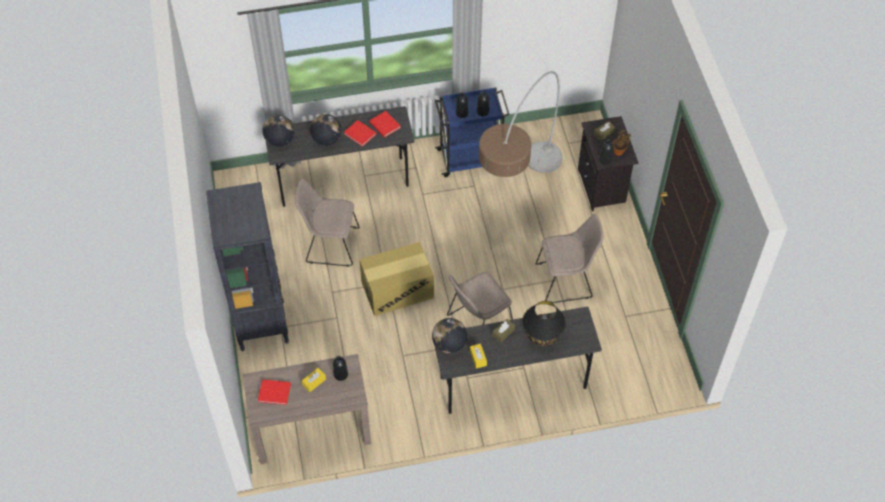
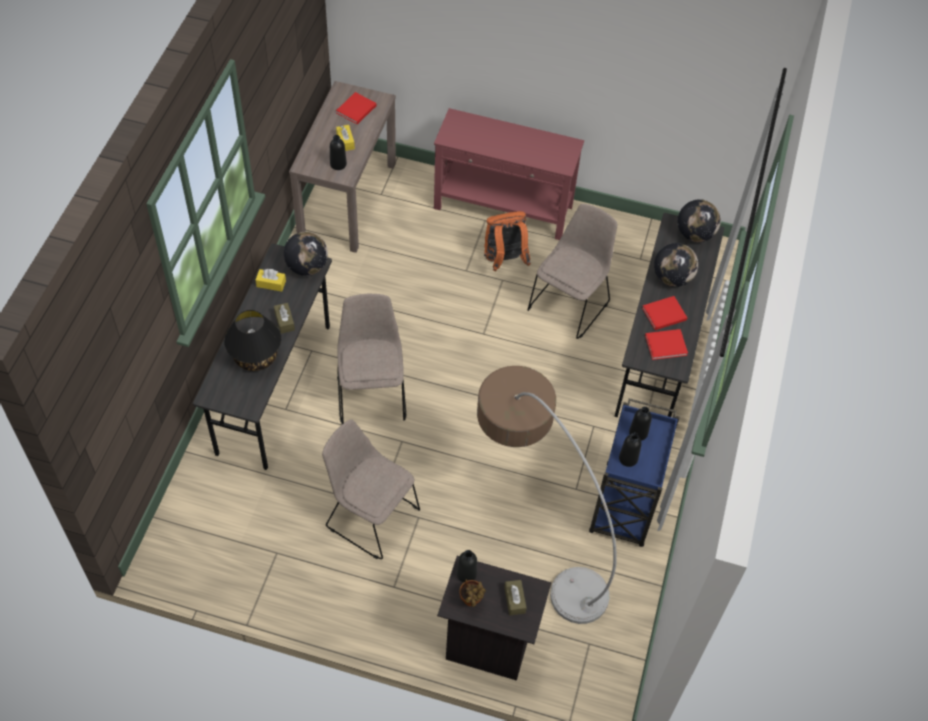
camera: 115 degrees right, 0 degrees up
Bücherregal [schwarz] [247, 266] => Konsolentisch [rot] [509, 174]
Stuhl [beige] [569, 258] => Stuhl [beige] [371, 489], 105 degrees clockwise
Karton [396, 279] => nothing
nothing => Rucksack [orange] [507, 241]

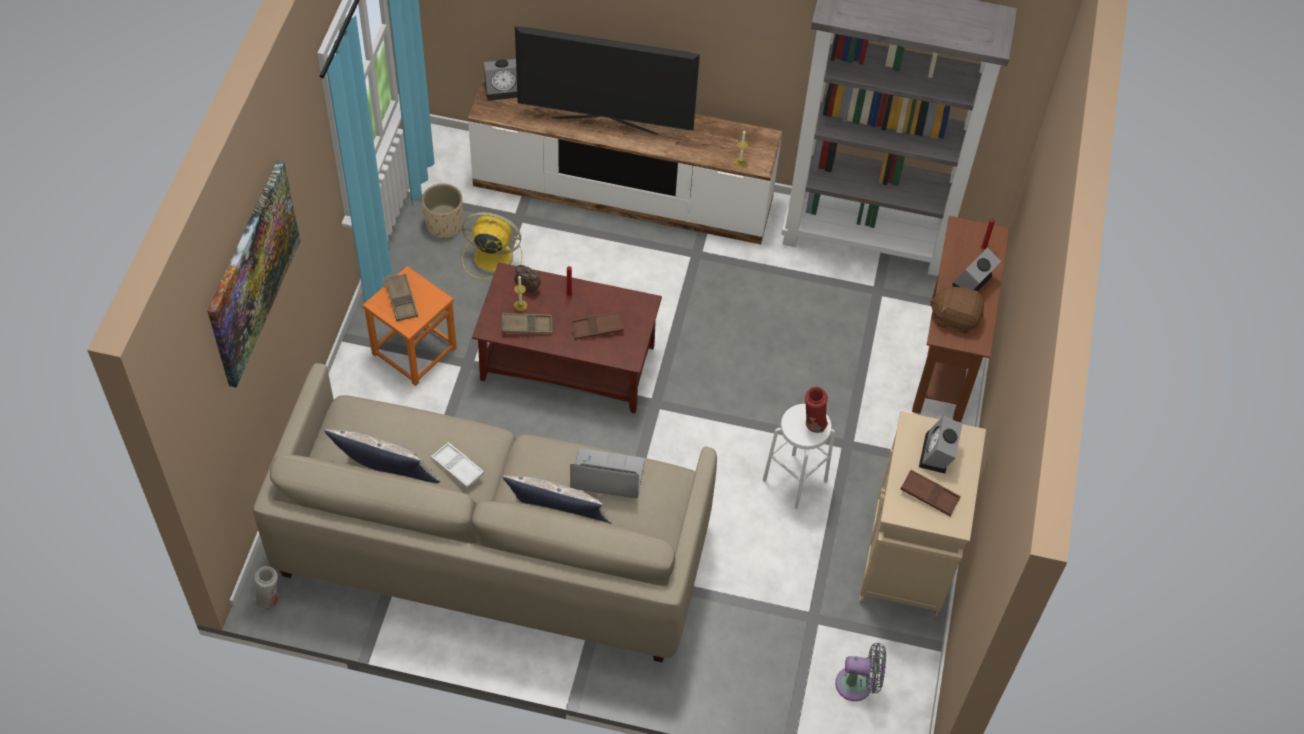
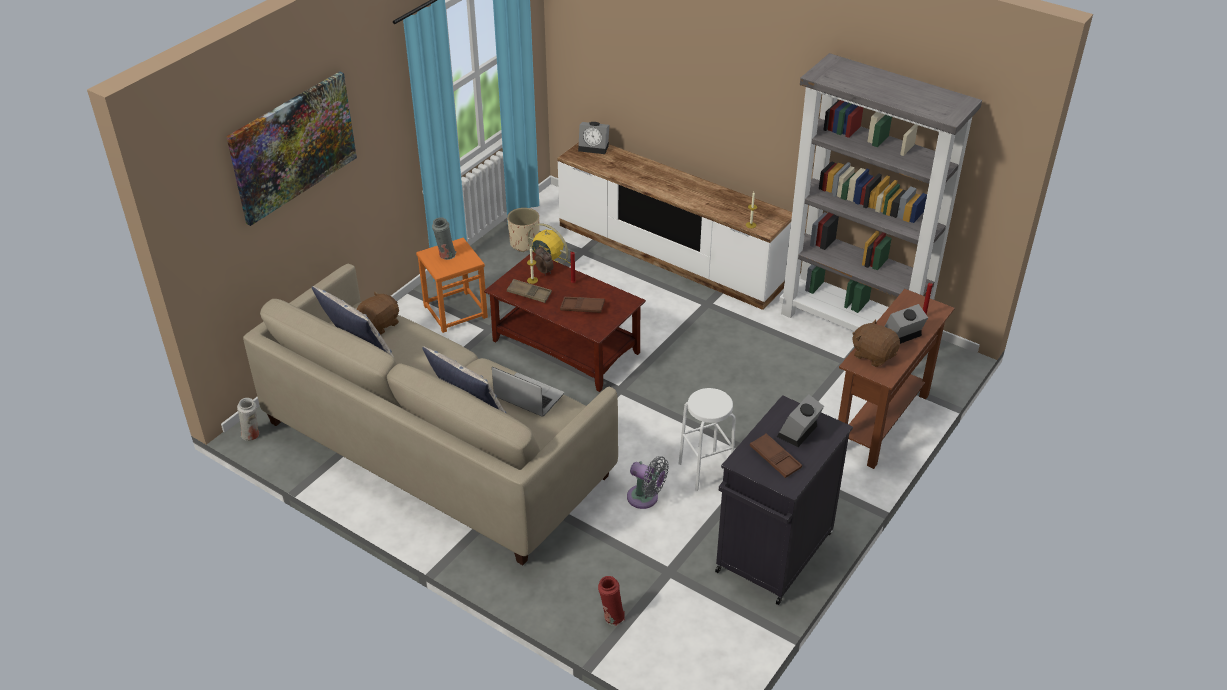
camera: 25 degrees right, 15 degrees down
Fernseher [607, 80] => nothing
Tablett [braun] [401, 297] => Vase [grau] [444, 238]
Vase [rot] [816, 410] => Vase [rot] [611, 601], move
Schrank [beige] [923, 515] => Schrank [schwarz] [784, 500]
Tablett [weiß] [457, 465] => nothing
Ventilator [grau] [860, 672] => Ventilator [grau] [648, 482], move
nothing => Plüschtier [braun] [378, 313]

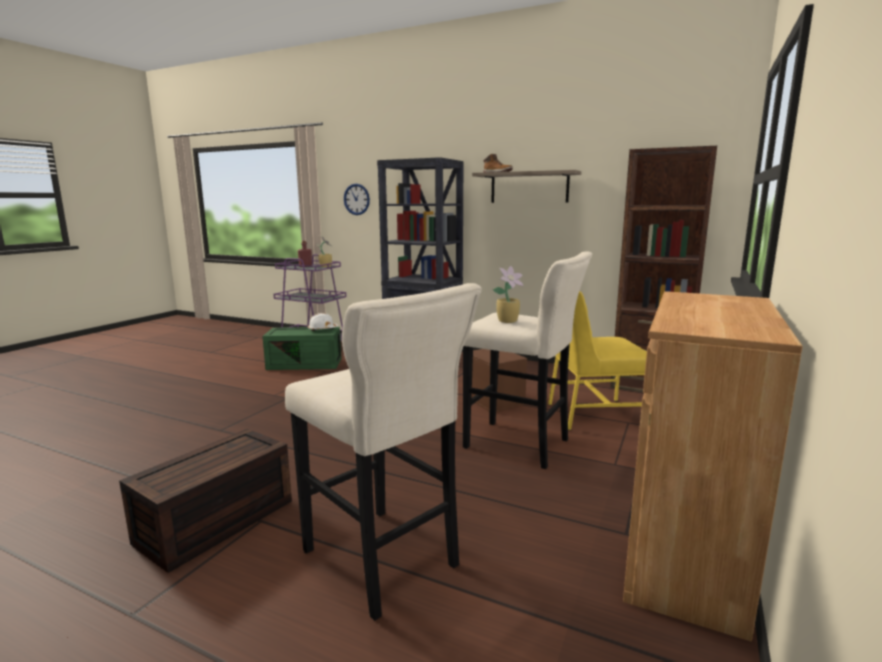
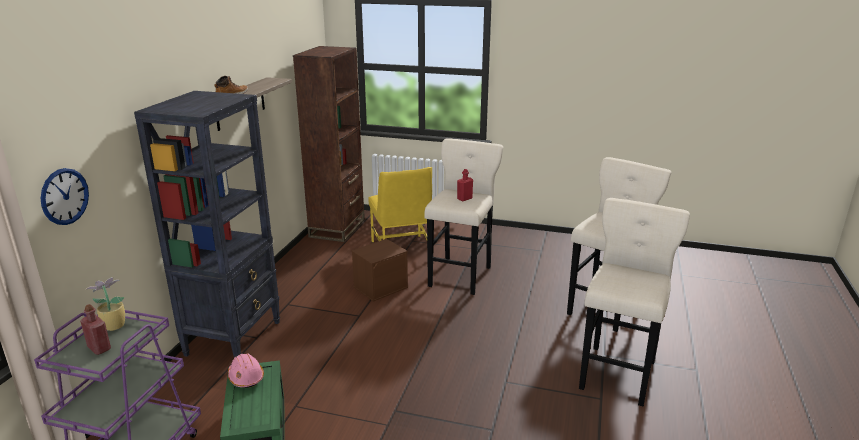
camera: 100 degrees left, 10 degrees up
Topfpflanze [508, 294] => Flasche [rot] [465, 185]
Schrank [braun] [713, 466] => nothing
Schutzhelm [weiß] [323, 322] => Schutzhelm [rosa] [246, 370]
Aufbewahrungsbox [braun] [205, 501] => Hocker [beige] [634, 302]

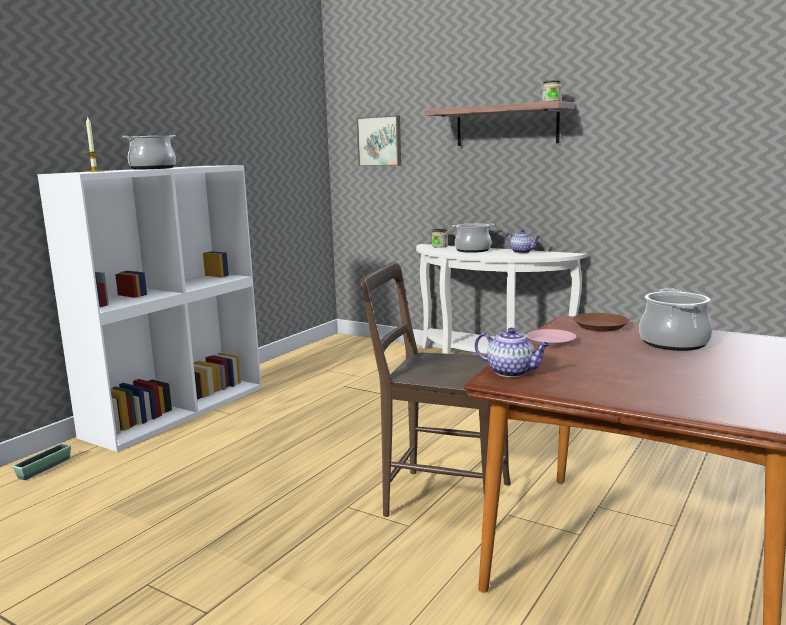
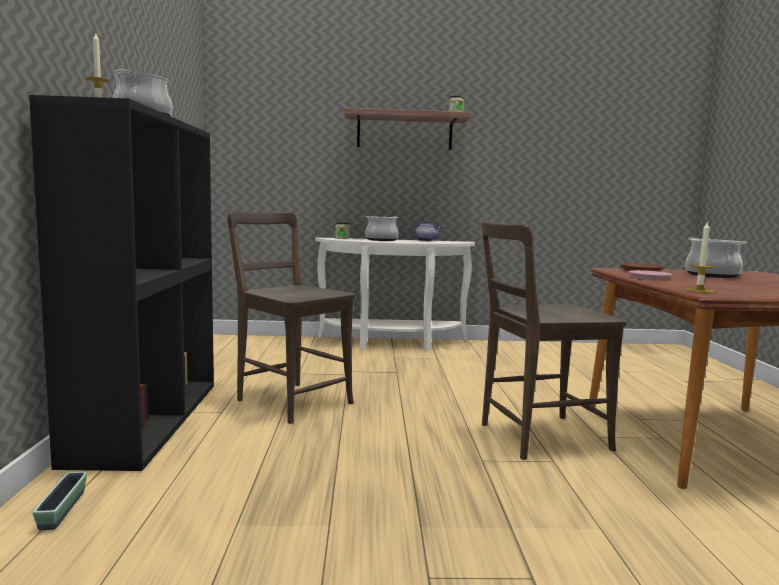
camera: 35 degrees left, 5 degrees down
Bild [378, 140] => nothing
Bücherregal [weiß] [149, 308] => Bücherregal [schwarz] [121, 283]
Teekanne [512, 352] => Kerze [700, 257]
nothing => Stuhl [braun] [291, 317]

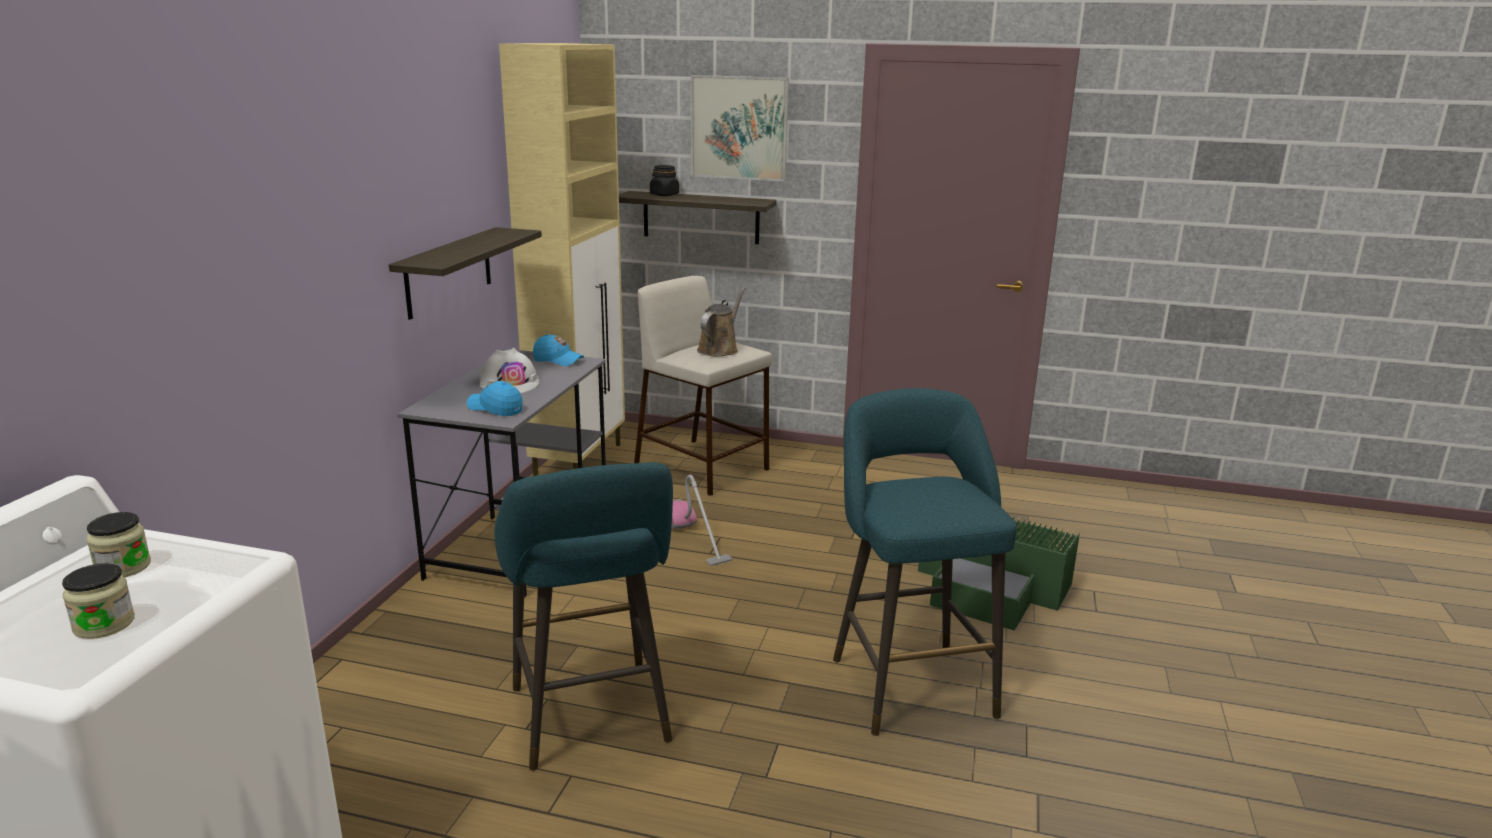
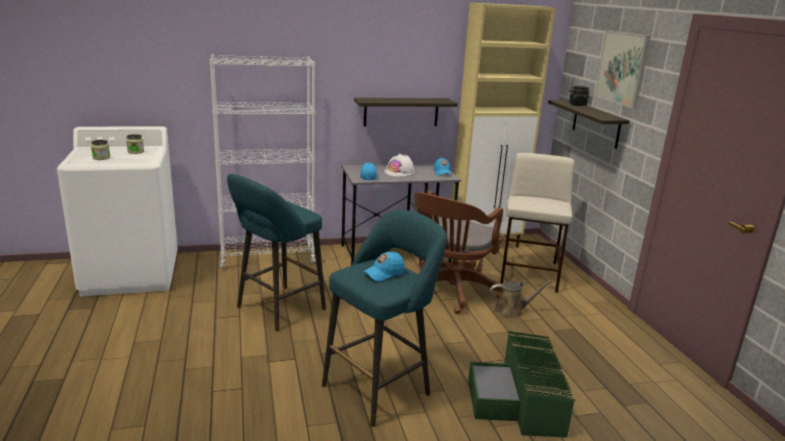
camera: 60 degrees right, 0 degrees up
Gießkanne [braun] [721, 322] => Gießkanne [braun] [521, 299], move
Staubsauger [702, 520] => Bürostuhl [braun] [458, 252]
nothing => Bücherregal [weiß] [262, 161]
nothing => Kappe [blau] [384, 266]

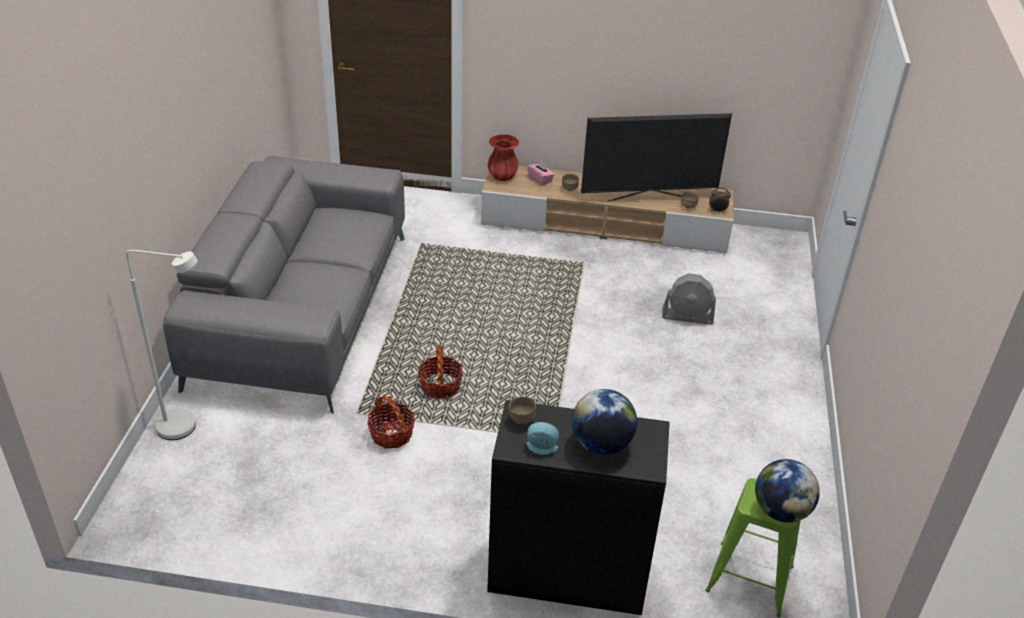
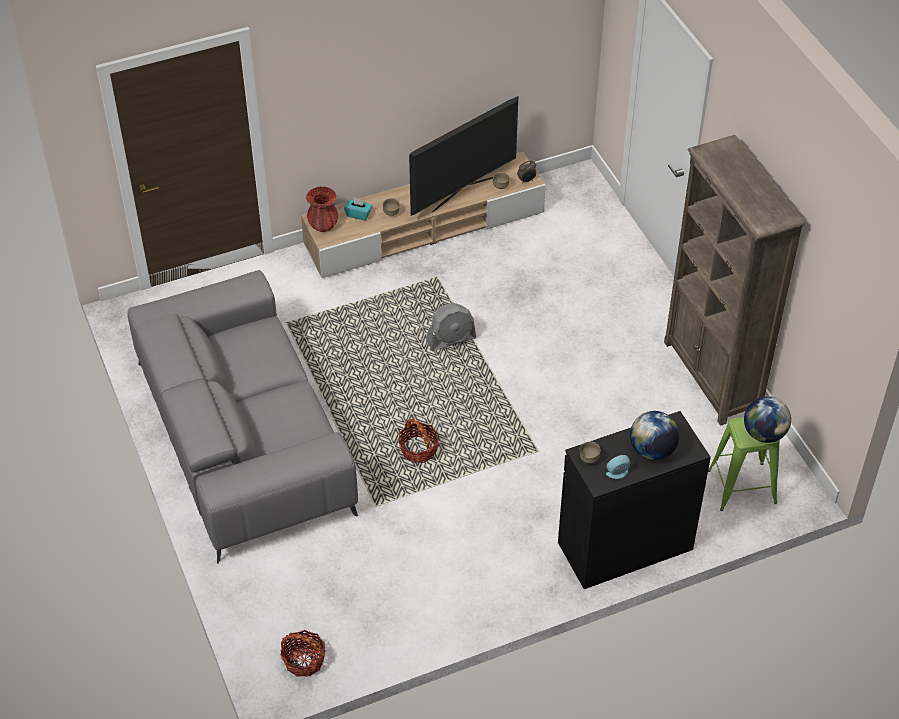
camera: 30 degrees left, 10 degrees up
Taschentuchbox [rosa] [541, 173] => Taschentuchbox [türkis] [358, 208]
Stehlampe [weiß] [162, 345] => nothing
Ventilator [grau] [689, 299] => Ventilator [grau] [451, 326], move
Korb [391, 421] => Korb [302, 653], move
nothing => Bücherregal [braun] [734, 280]

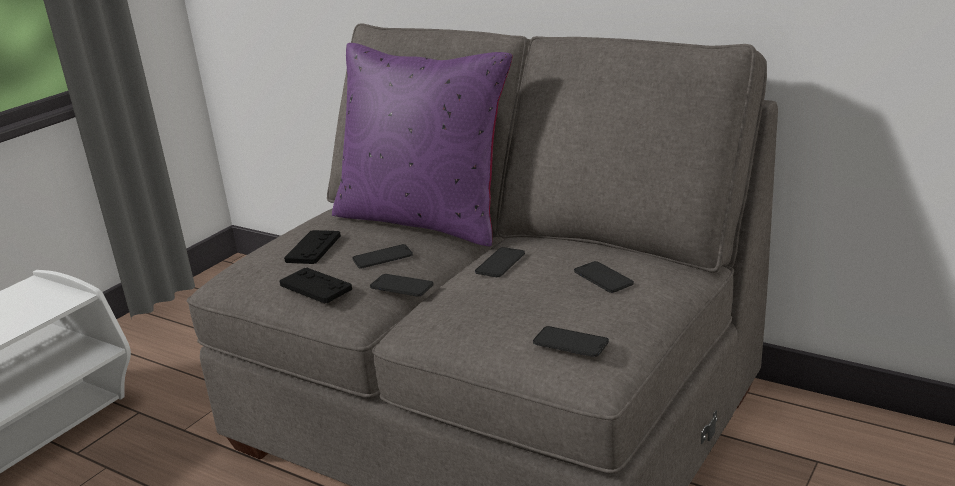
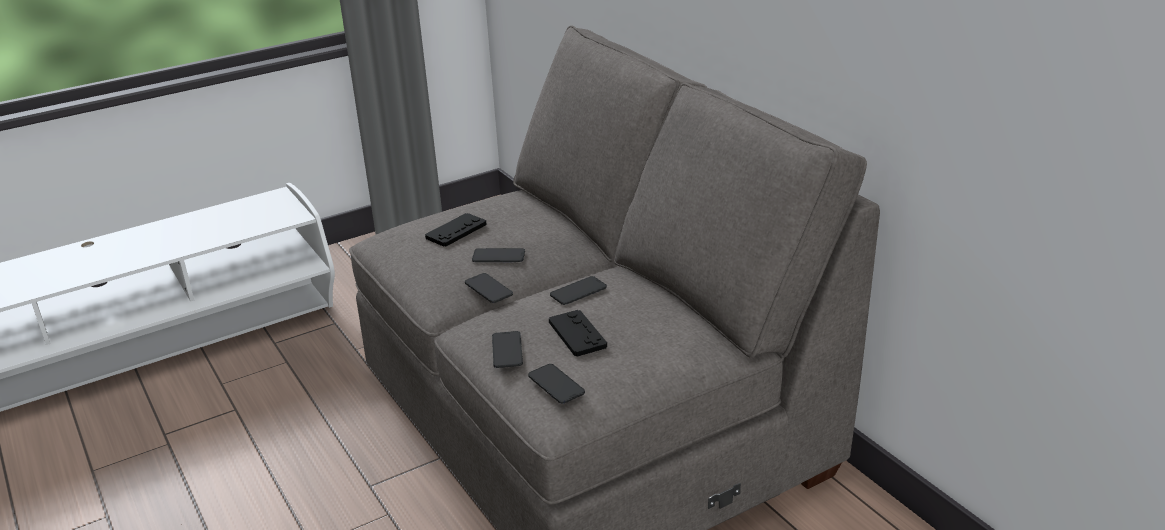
camera: 25 degrees right, 5 degrees up
Kissen [lila] [422, 144] => nothing
Handy [604, 277] => Handy [507, 349], move
Gamepad [schwarz] [316, 285] => Gamepad [schwarz] [578, 333], move

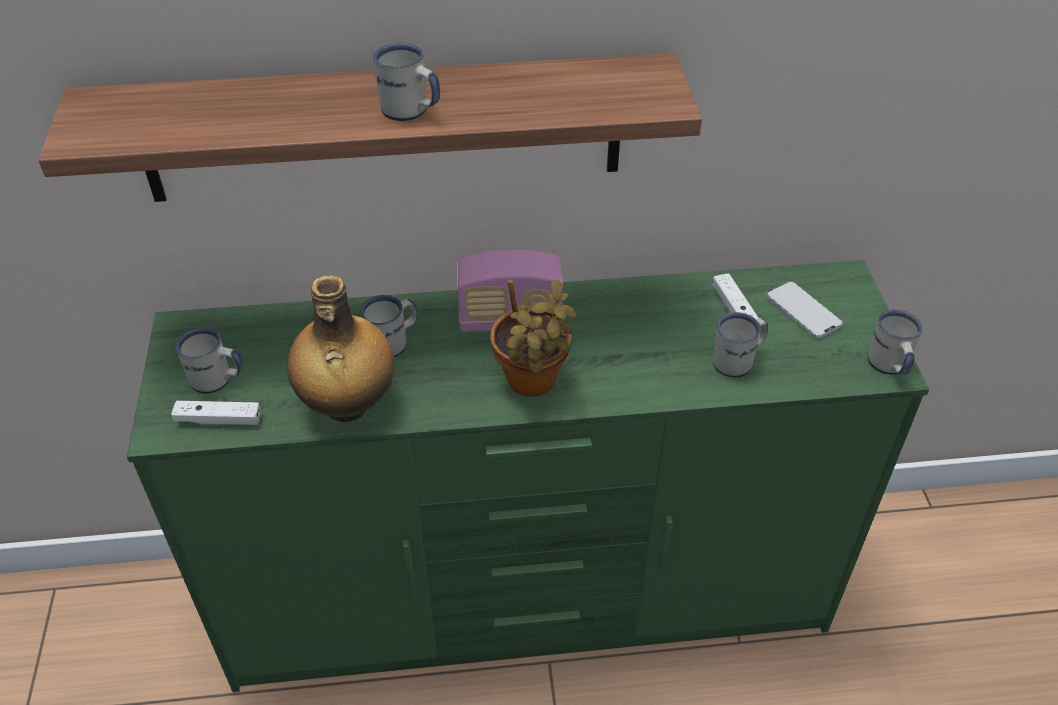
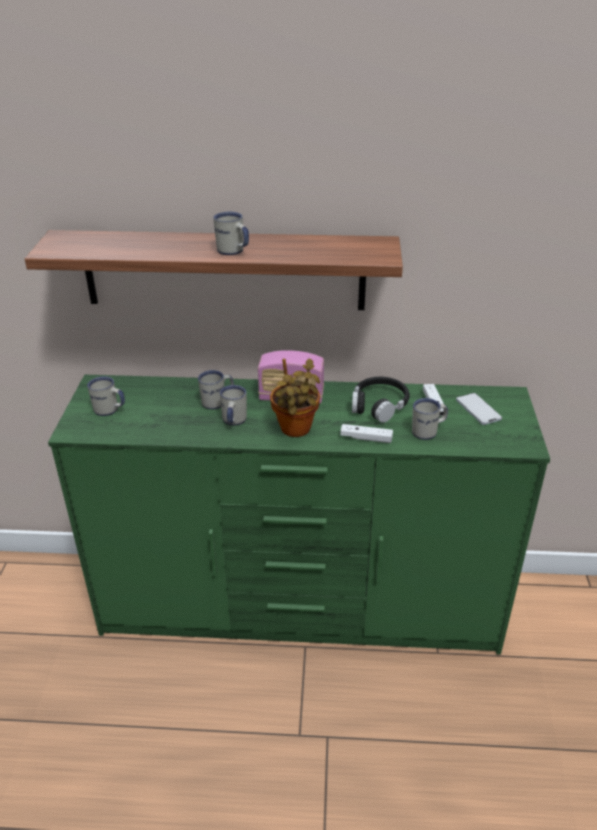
camera: 10 degrees right, 10 degrees down
Flasche [341, 349] => nothing
Henkelbecher [weiß] [895, 342] => Henkelbecher [weiß] [233, 405], move
Gamepad [weiß] [215, 413] => Gamepad [weiß] [366, 433], move
nothing => Kopfhörer [schwarz] [381, 400]

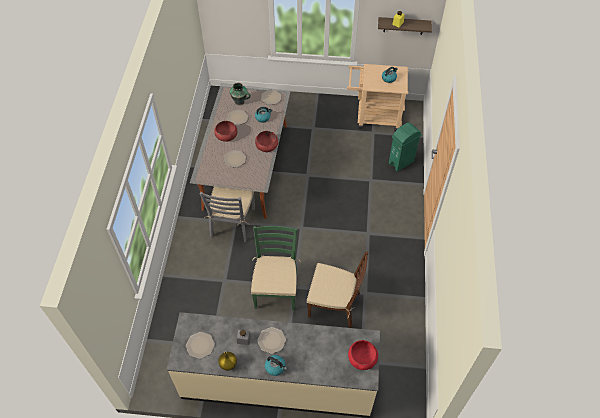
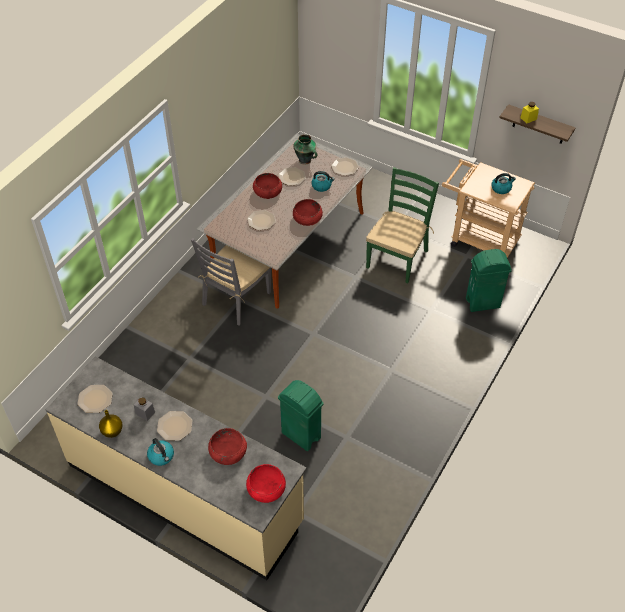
camera: 25 degrees right, 5 degrees down
Stuhl [grün] [276, 268] => Stuhl [grün] [402, 225], move
Stuhl [braun] [337, 290] => Mülleimer [grün] [300, 415]
nothing => Schüssel [rot] [227, 446]

